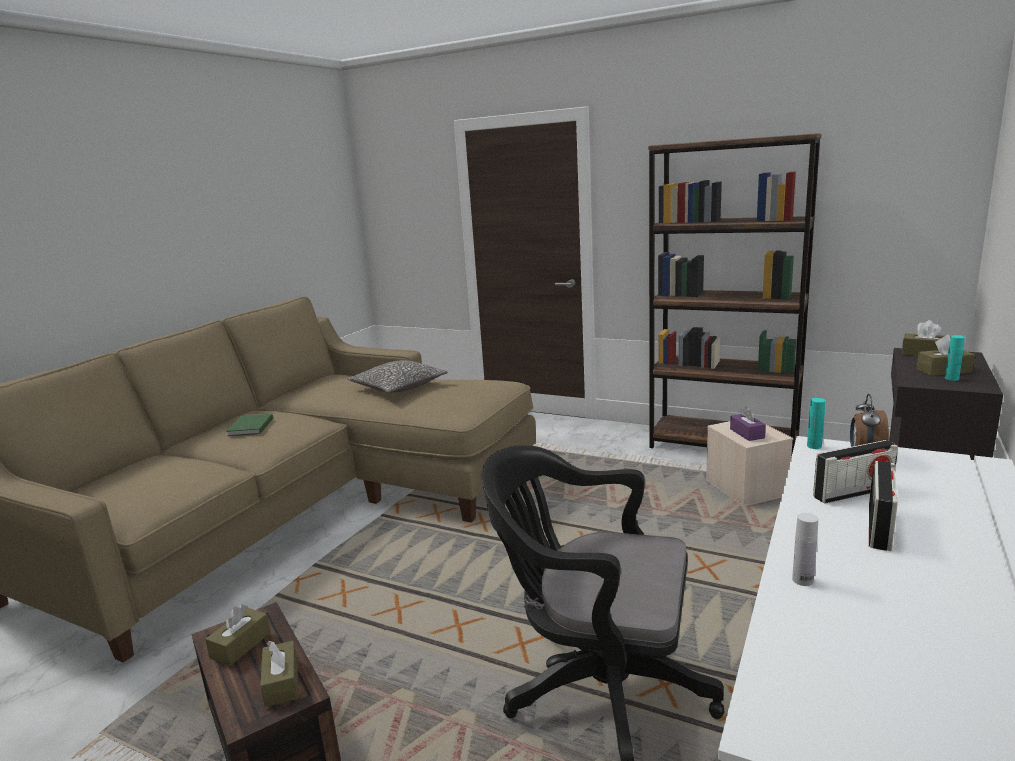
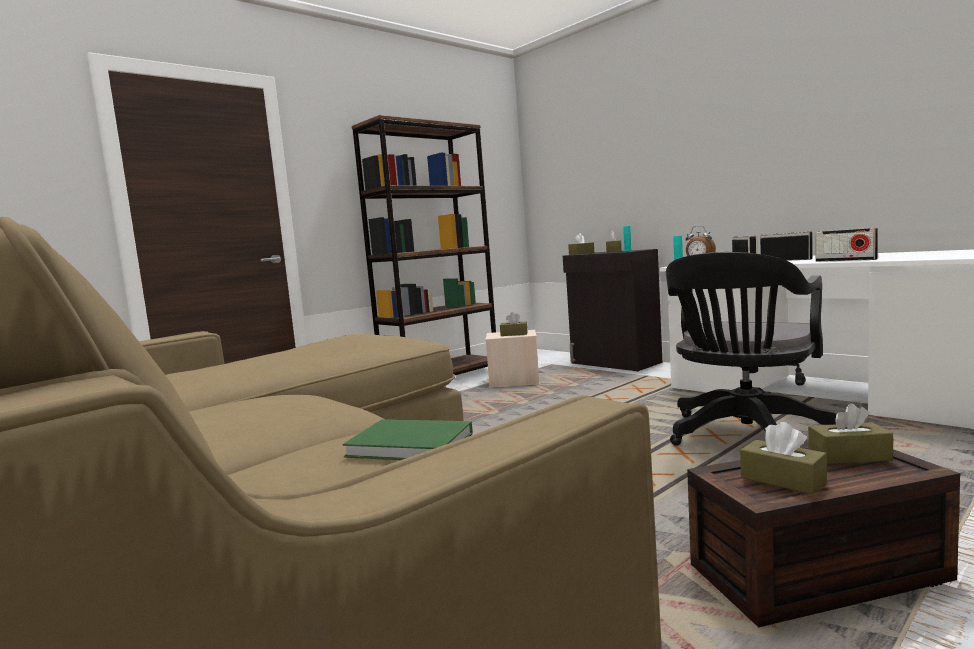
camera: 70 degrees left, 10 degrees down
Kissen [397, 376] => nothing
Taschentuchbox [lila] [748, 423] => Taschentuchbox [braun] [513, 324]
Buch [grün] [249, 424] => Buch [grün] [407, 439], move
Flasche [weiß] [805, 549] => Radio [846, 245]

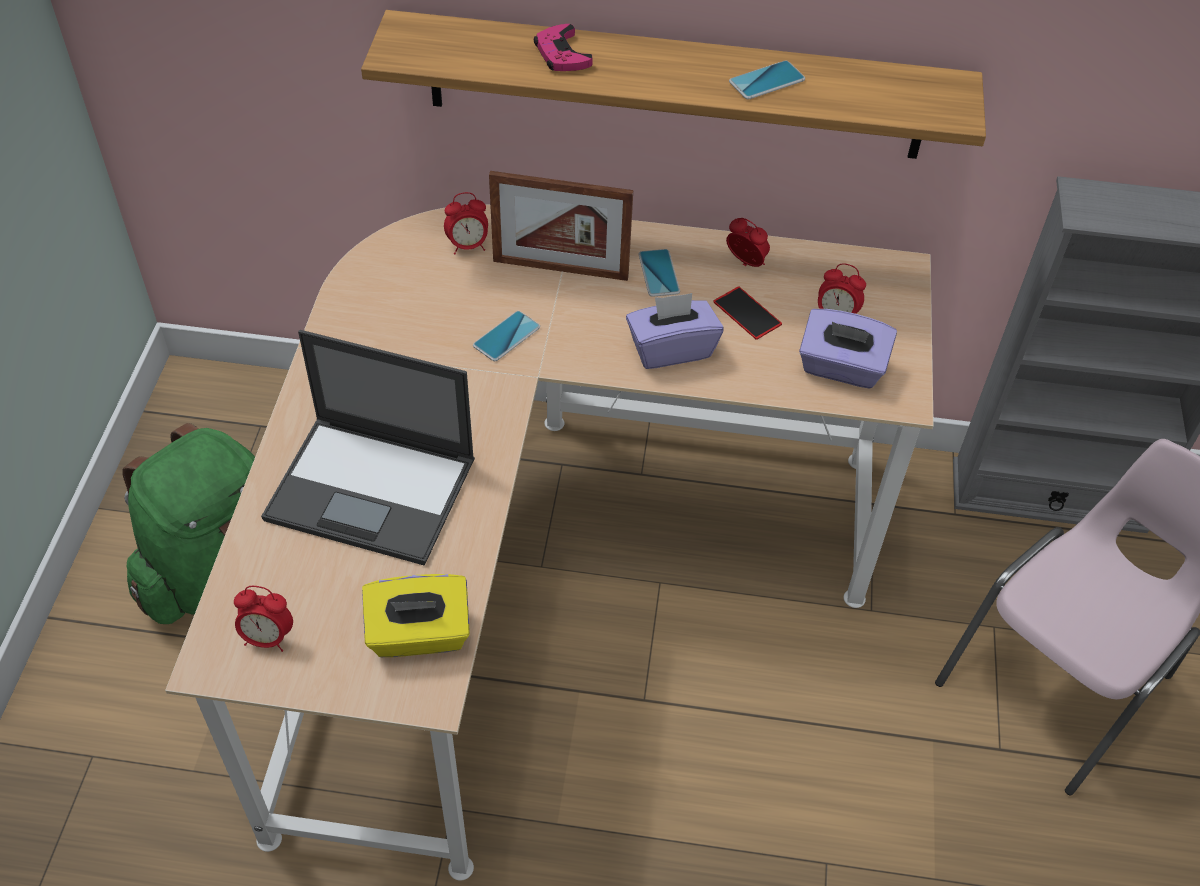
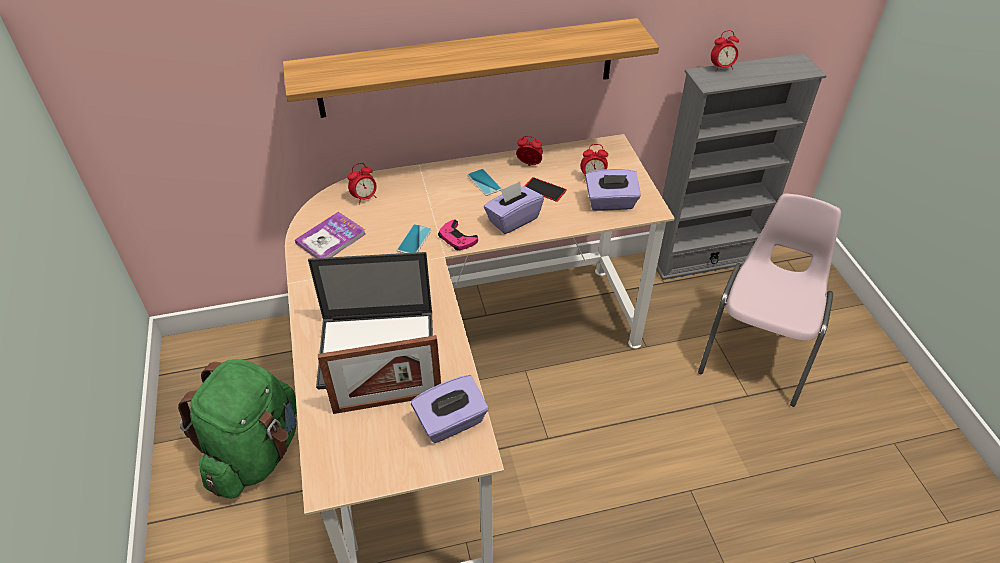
camera: 20 degrees left, 5 degrees down
Gamepad [rosa] [563, 47] => Gamepad [rosa] [458, 234], move
Handy [767, 79] => nothing
Bilderrahmen [561, 226] => Bilderrahmen [379, 374], move
Taschentuchbox [gelb] [416, 615] => Taschentuchbox [lila] [450, 409]
Wecker [263, 619] => Wecker [725, 50], move
nothing => Buch [330, 235]

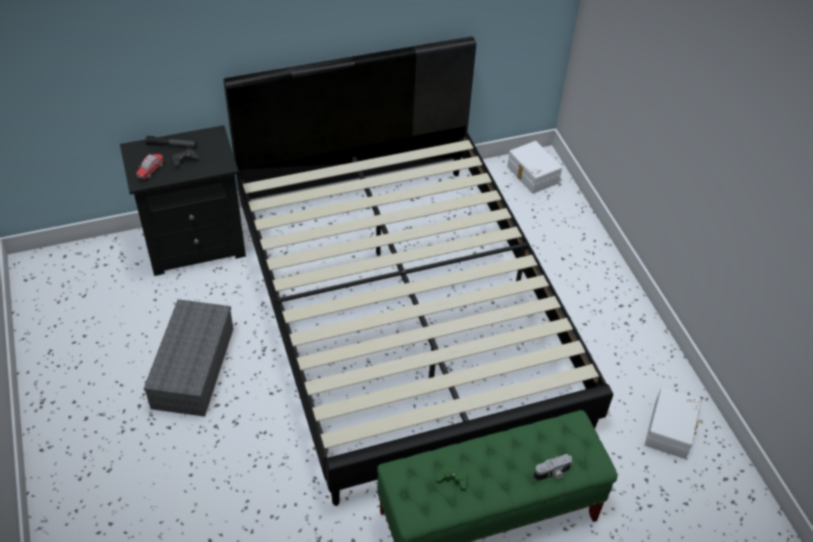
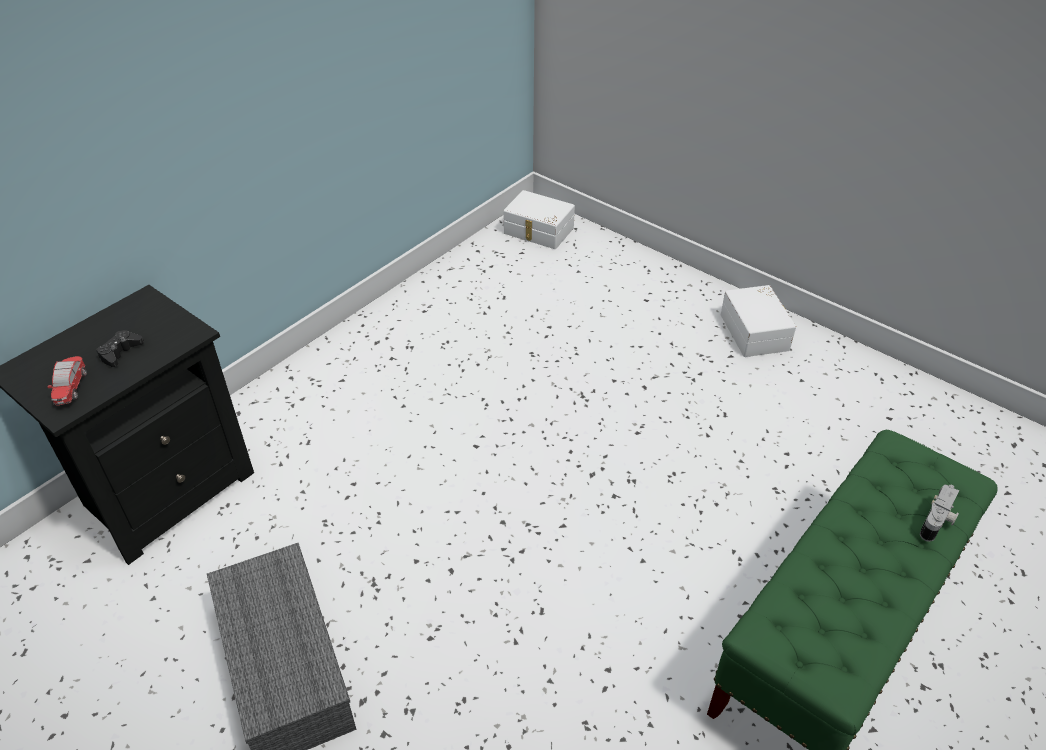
camera: 30 degrees left, 5 degrees down
Bett [schwarz] [418, 271] => nothing
Taschenlampe [171, 142] => nothing
Aufbewahrungsbox [weiß] [673, 423] => Aufbewahrungsbox [weiß] [758, 321], move
Gamepad [grün] [451, 478] => nothing

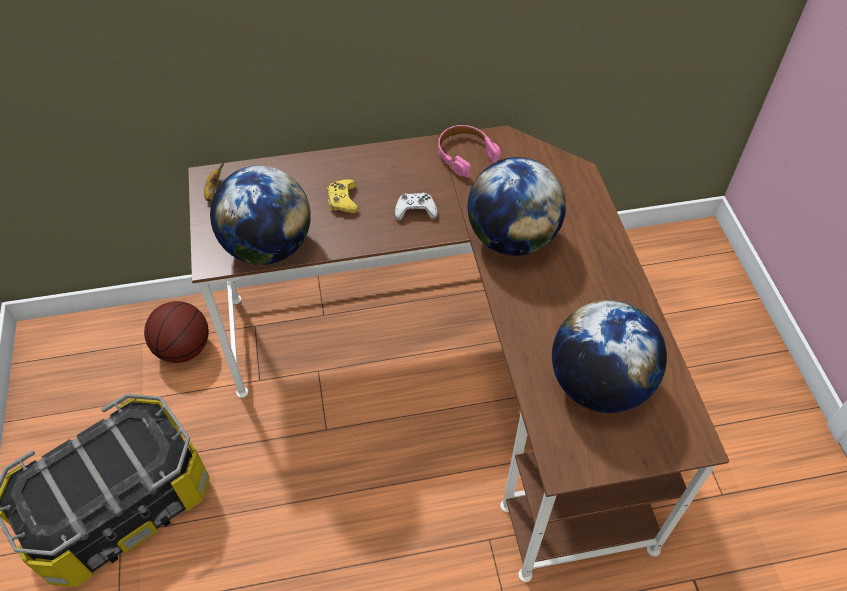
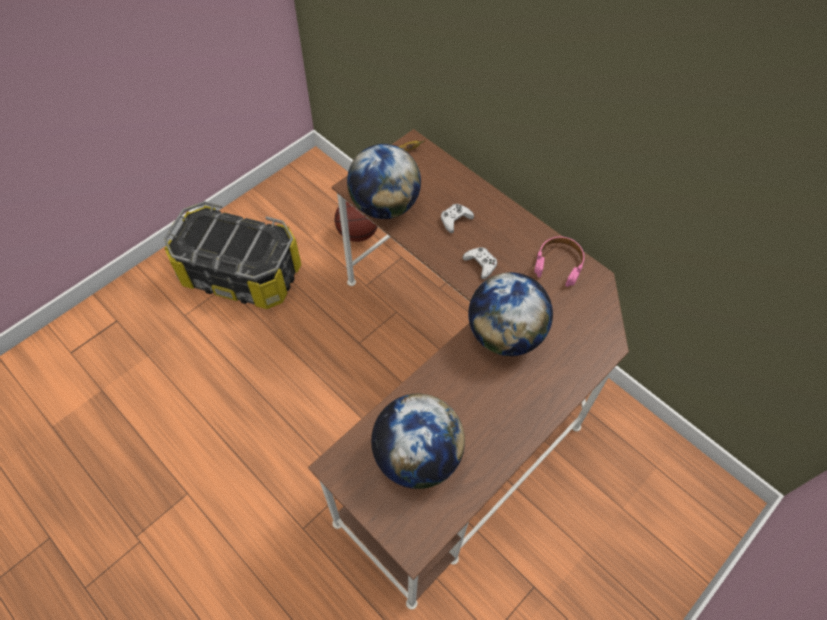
camera: 55 degrees right, 5 degrees up
Gamepad [gelb] [343, 196] => Gamepad [weiß] [457, 218]

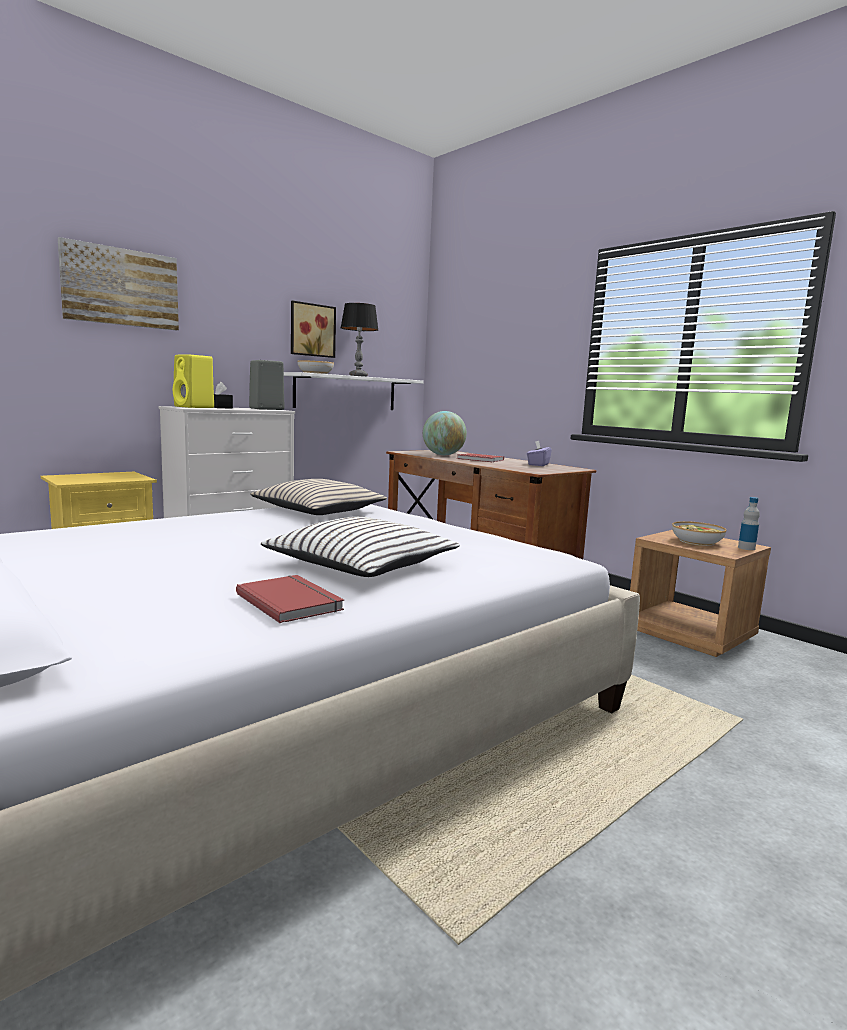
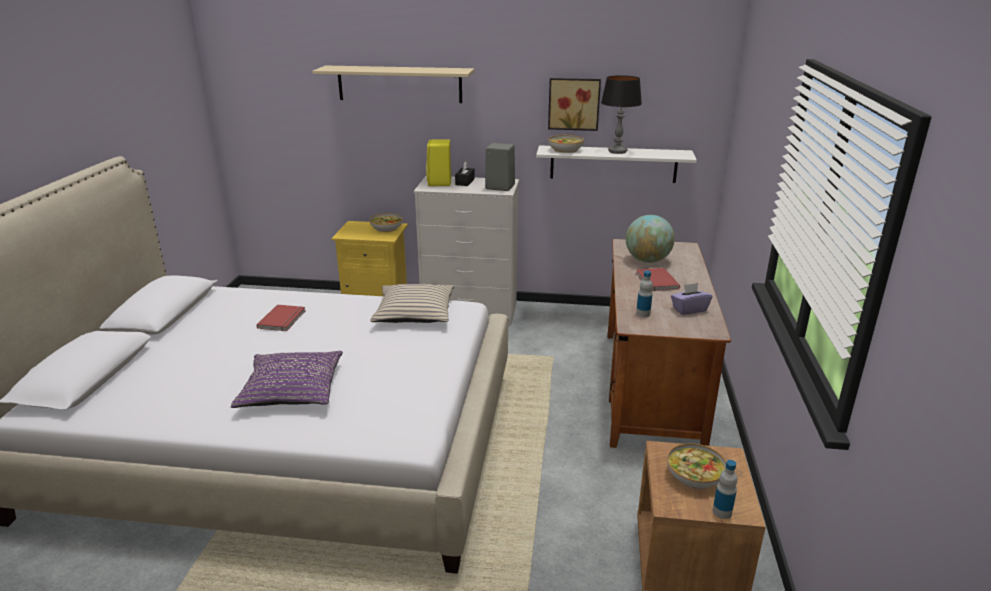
camera: 50 degrees right, 15 degrees up
Bild [118, 283] => Wandregal [beige] [393, 84]
Kissen [weiß] [360, 547] => Kissen [lila] [287, 379]
Buch [rot] [290, 599] => Buch [rot] [280, 318], move
nothing => Schüssel [386, 222]
nothing => Flasche [644, 294]

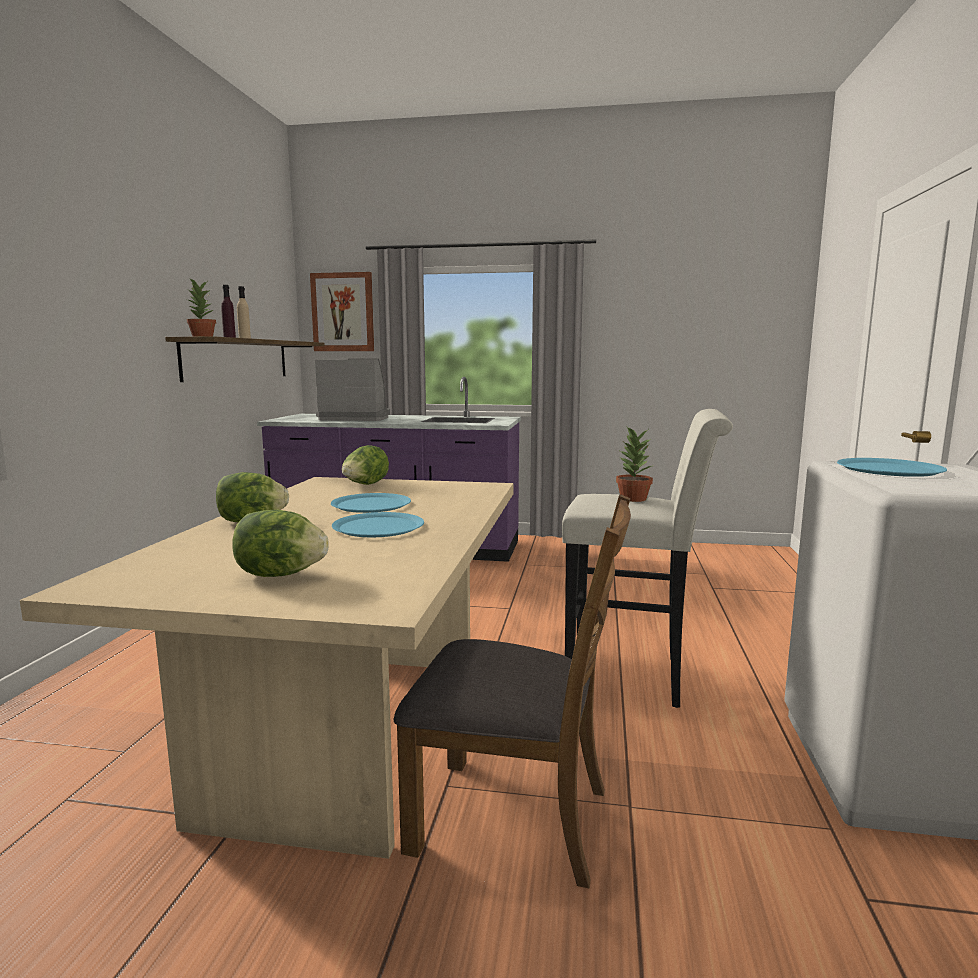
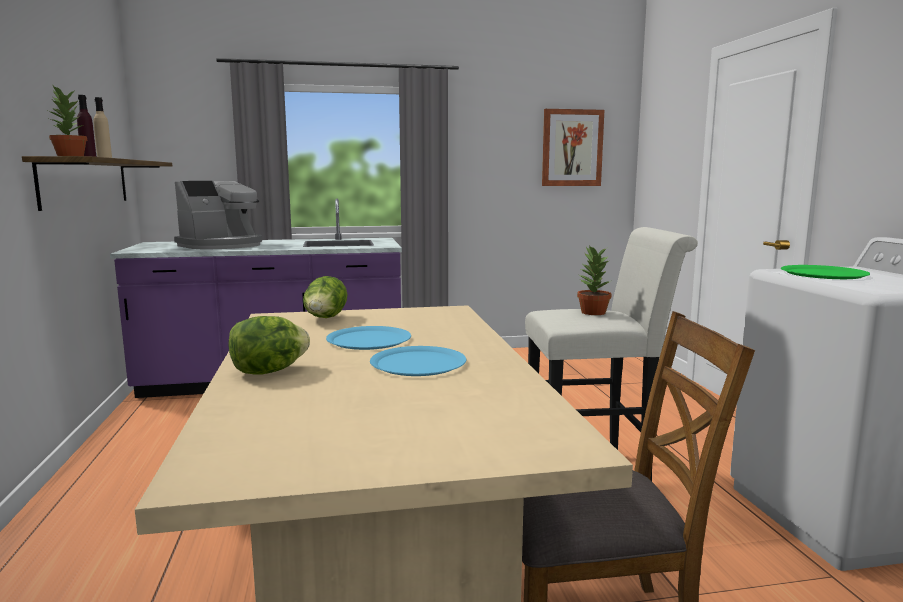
camera: 20 degrees left, 0 degrees up
Bild [342, 311] => Bild [573, 147], move
Kaffeemaschine [352, 390] => Kaffeemaschine [218, 215], 150 degrees clockwise
Teller [blau] [892, 467] => Teller [grün] [825, 272]
Salatkopf [281, 543] => nothing

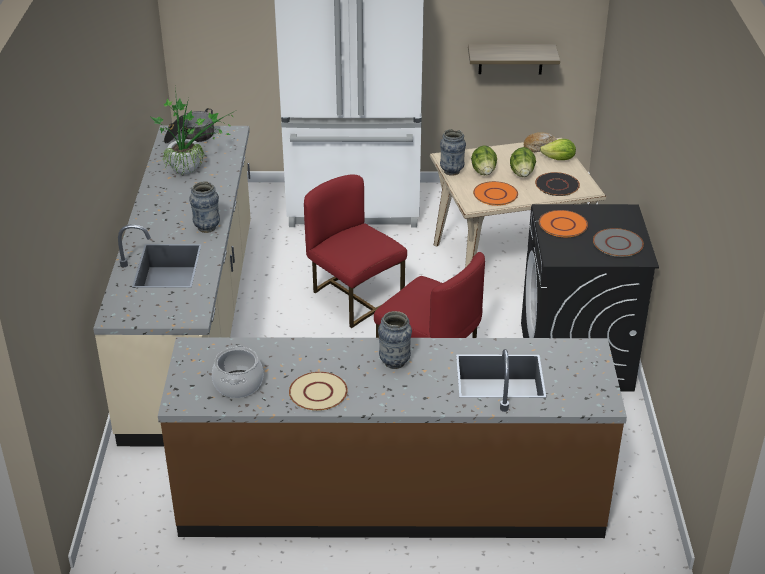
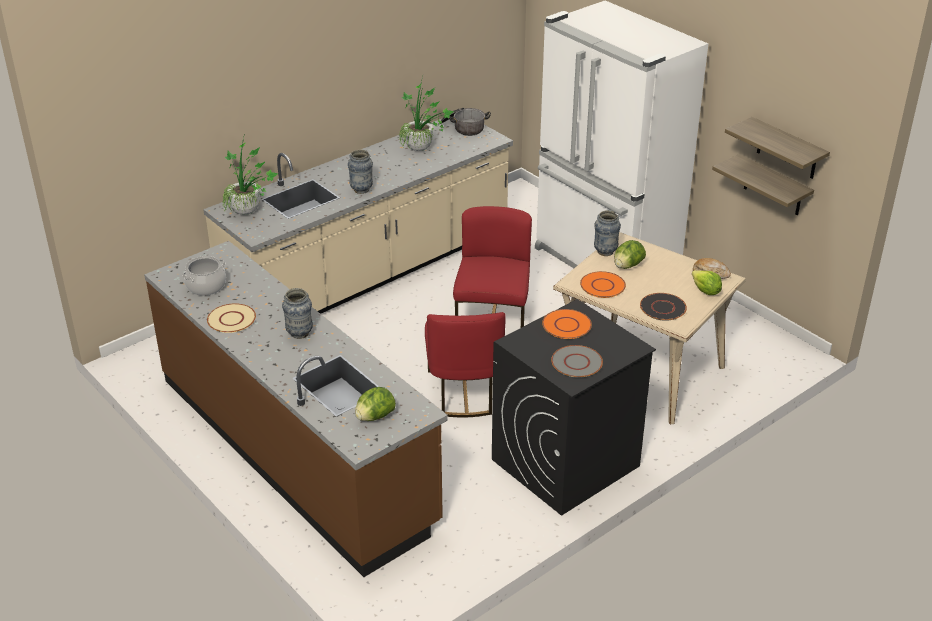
camera: 50 degrees right, 0 degrees up
Salatkopf [523, 162] => Salatkopf [375, 404], move
nothing => Wandregal [777, 148]
nothing => Topfpflanze [250, 176]

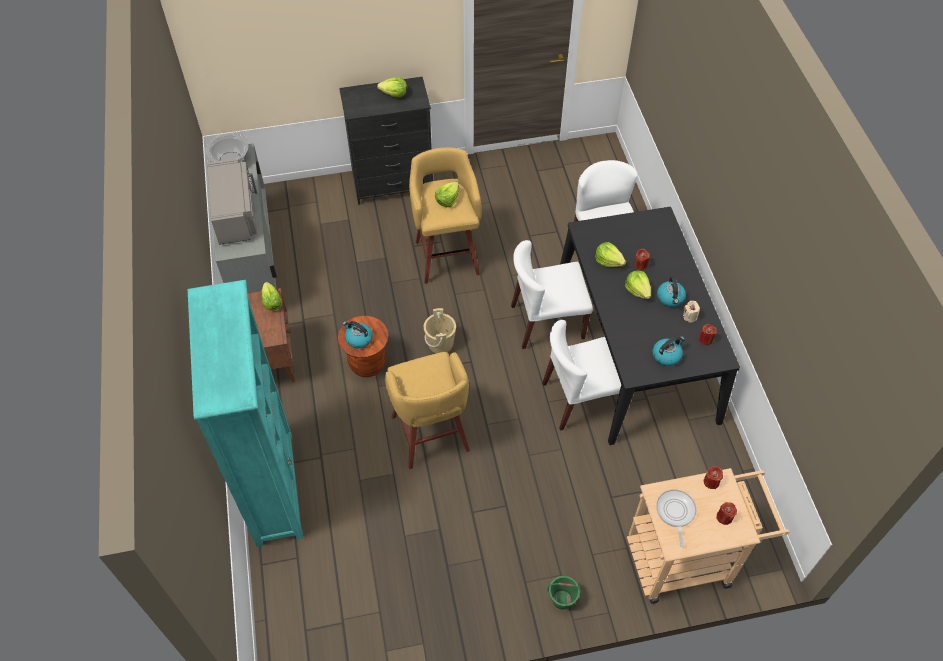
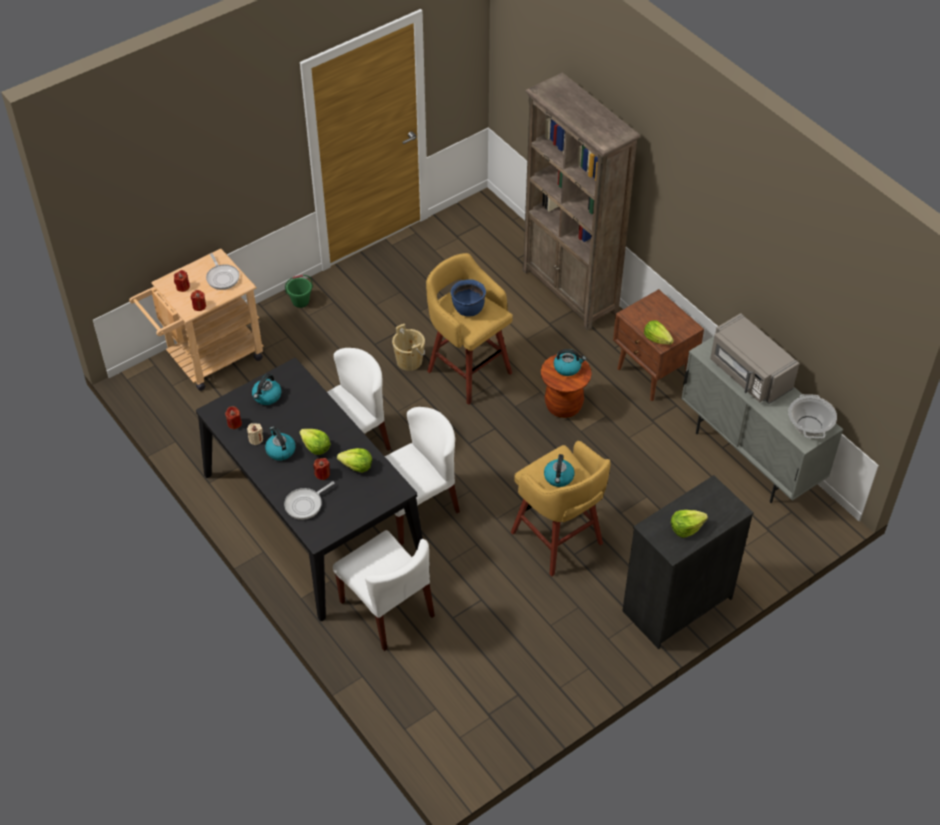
camera: 155 degrees right, 5 degrees down
Salatkopf [447, 194] => Wasserkessel [559, 470]
Bücherregal [türkis] [245, 413] => Bücherregal [braun] [581, 201]
Eimer [beige] [440, 330] => Eimer [beige] [408, 347], move
nothing => Kochtopf [blau] [468, 298]
nothing => Pfanne [309, 500]

